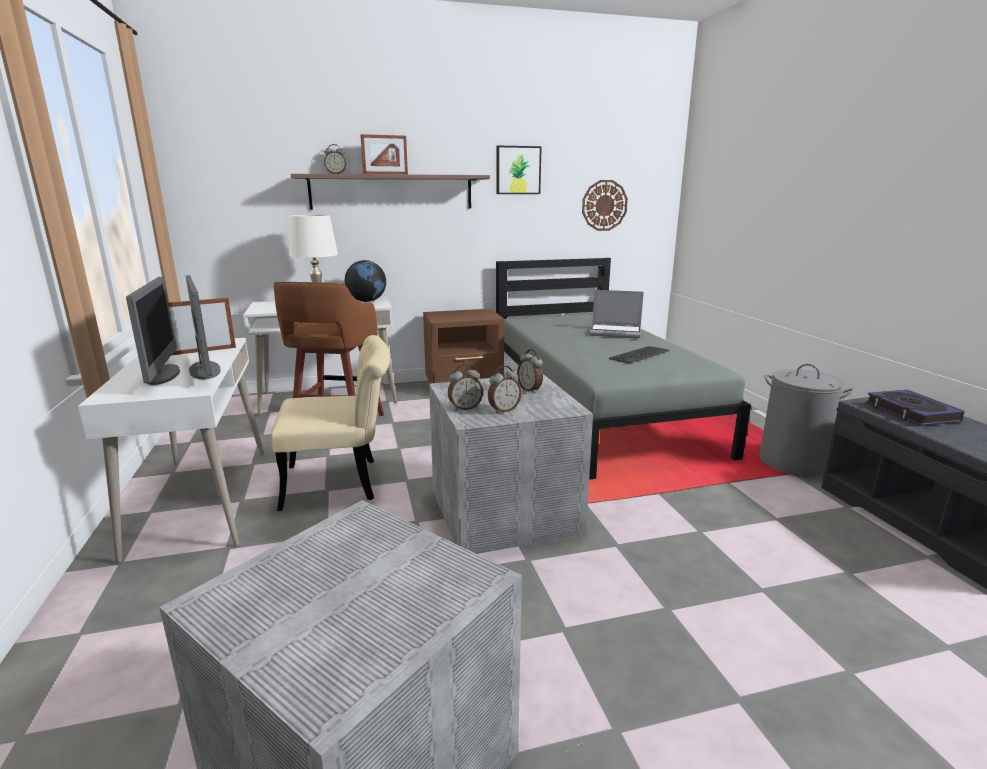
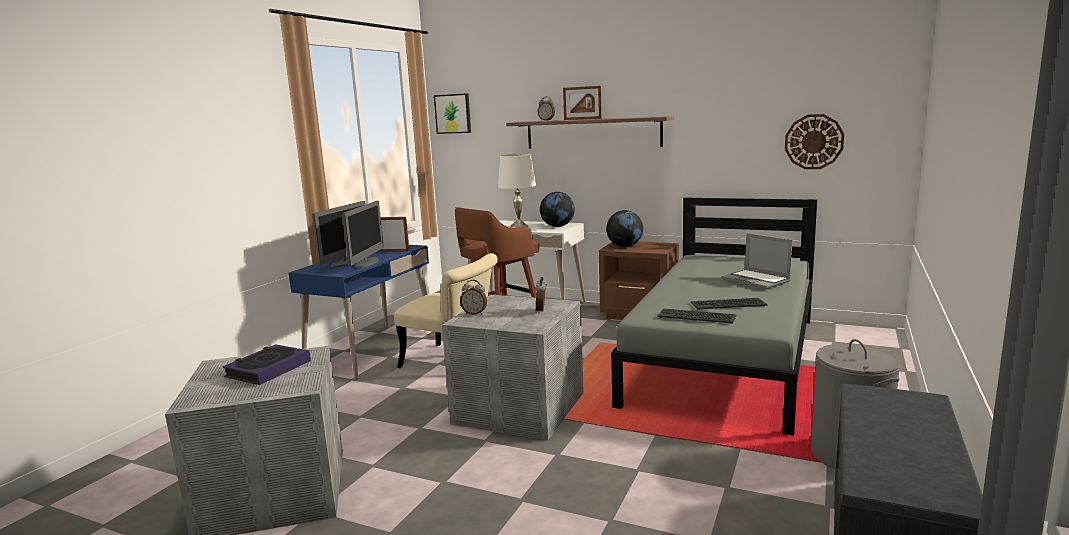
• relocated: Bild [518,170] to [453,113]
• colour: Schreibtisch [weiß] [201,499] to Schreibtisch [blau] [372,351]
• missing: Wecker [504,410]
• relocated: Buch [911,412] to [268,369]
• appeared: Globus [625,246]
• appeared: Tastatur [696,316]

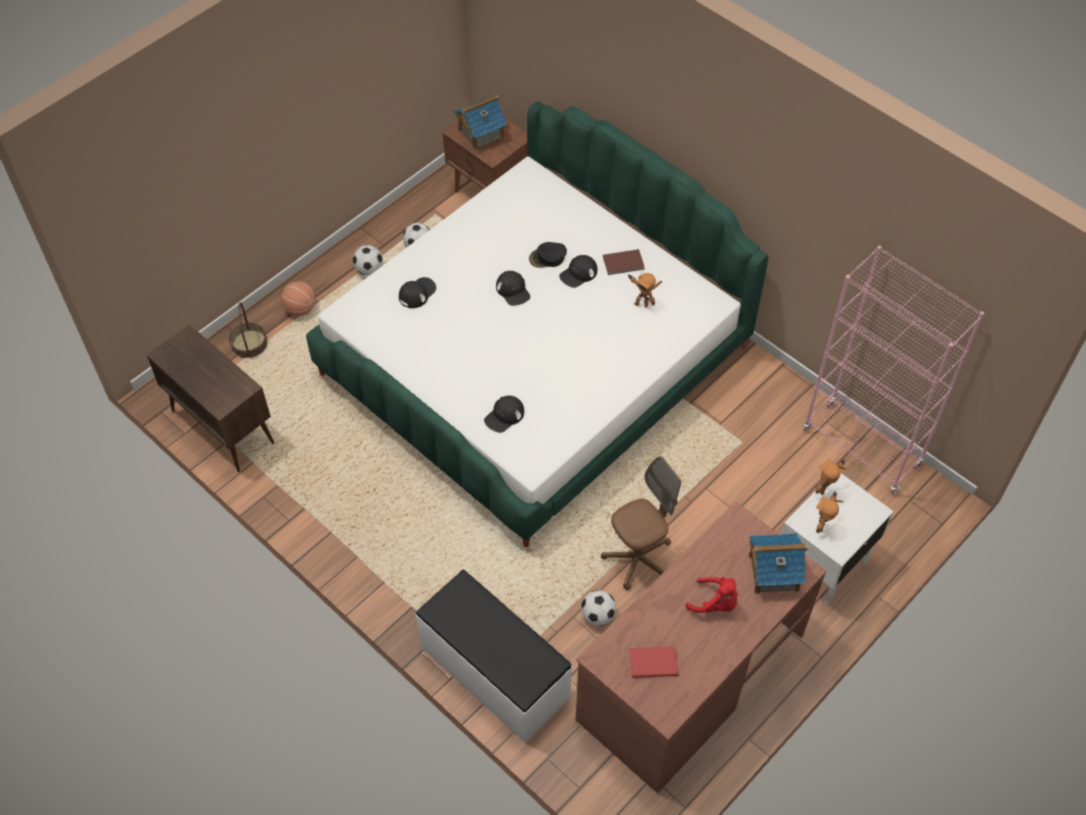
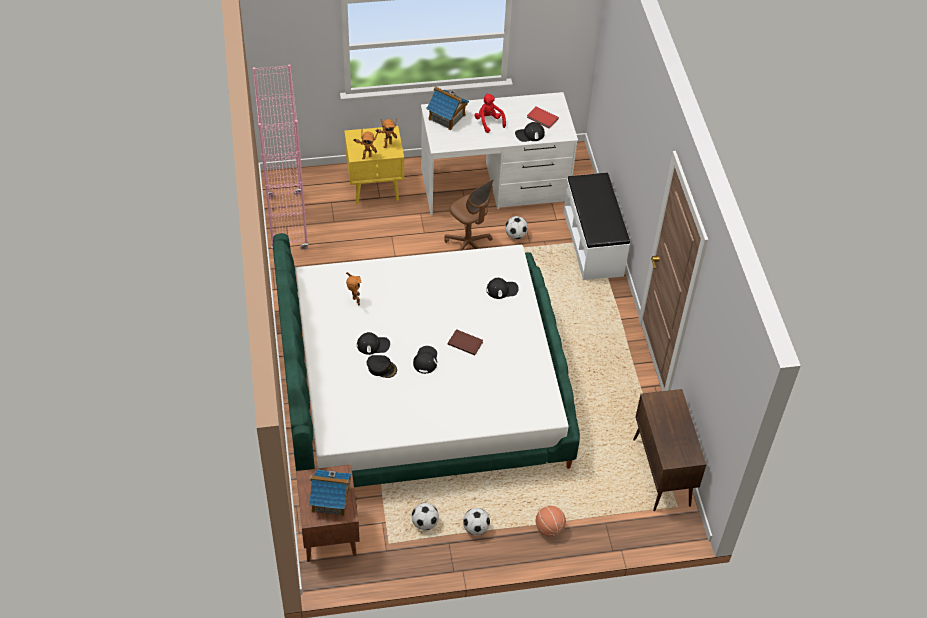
• relocated: Buch [braun] [624,263] to [465,342]
• relocated: Kappe [schwarz] [417,293] to [529,134]
• missing: Korb [249,344]
• spun: Bürostuhl [braun] [638,559] = [468,246] 135 degrees counterclockwise
• colour: Nachttisch [weiß] [821,565] to Nachttisch [gelb] [376,188]
• colour: Schreibtisch [braun] [689,676] to Schreibtisch [weiß] [495,185]

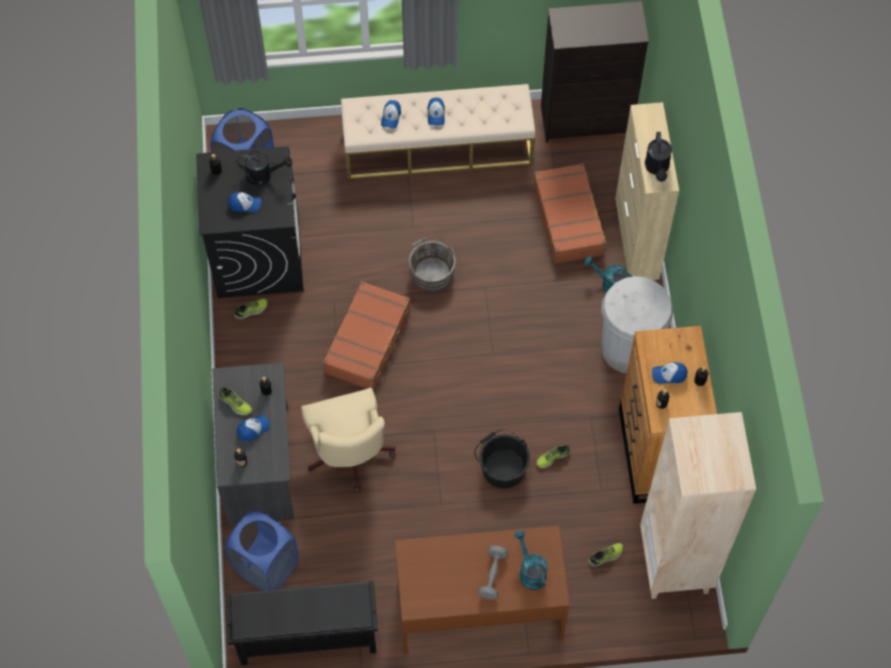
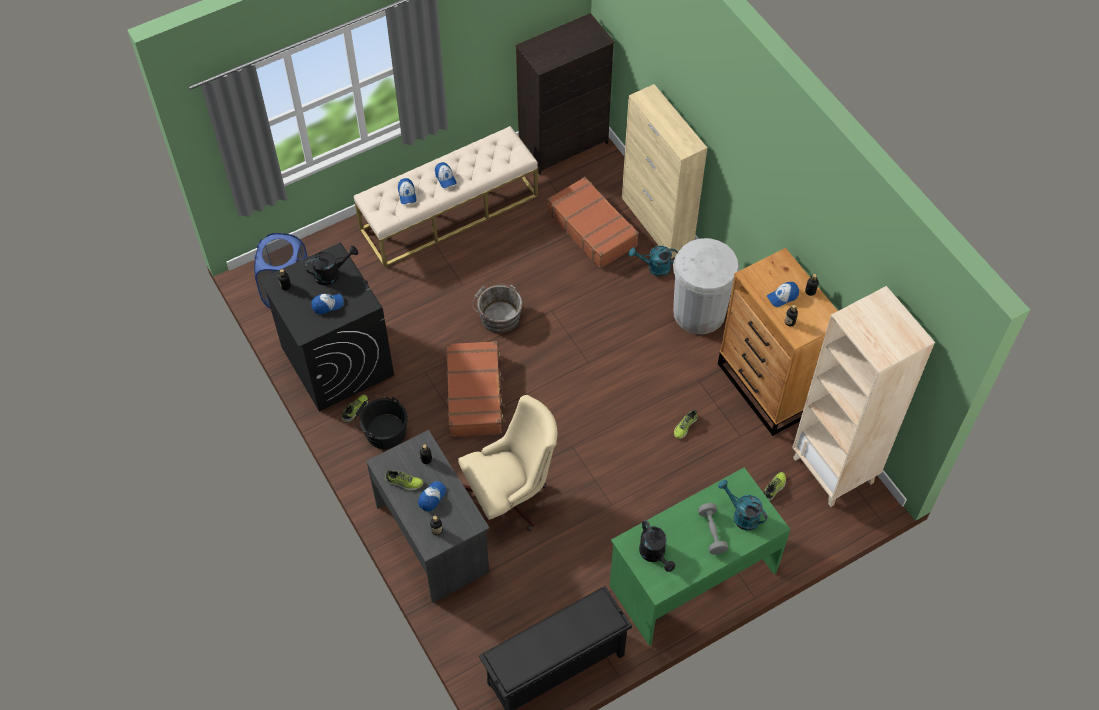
• relocated: Gießkanne [schwarz] [657,168] to [654,554]
• spun: Bürostuhl [beige] [350,457] = [510,498] 75 degrees counterclockwise
• relocated: Eimer [schwarz] [502,466] to [383,430]
• missing: Wäschekorb [blau] [265,566]
• colour: Schreibtisch [braun] [479,607] to Schreibtisch [grün] [692,577]

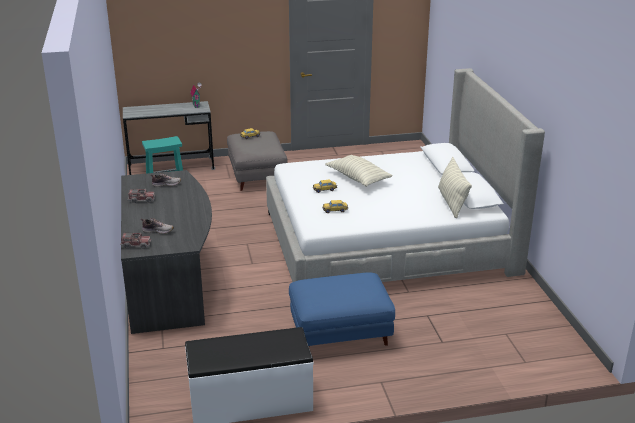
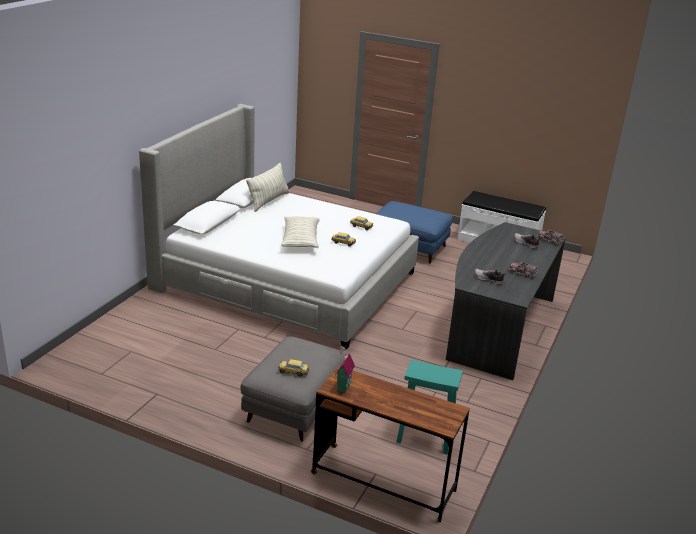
• colour: Schreibtisch [grau] [171,167] to Schreibtisch [braun] [383,482]

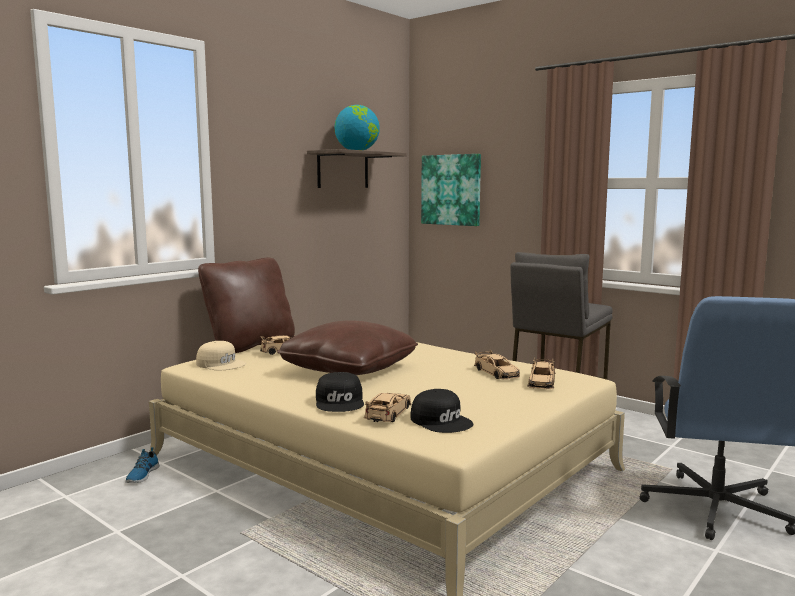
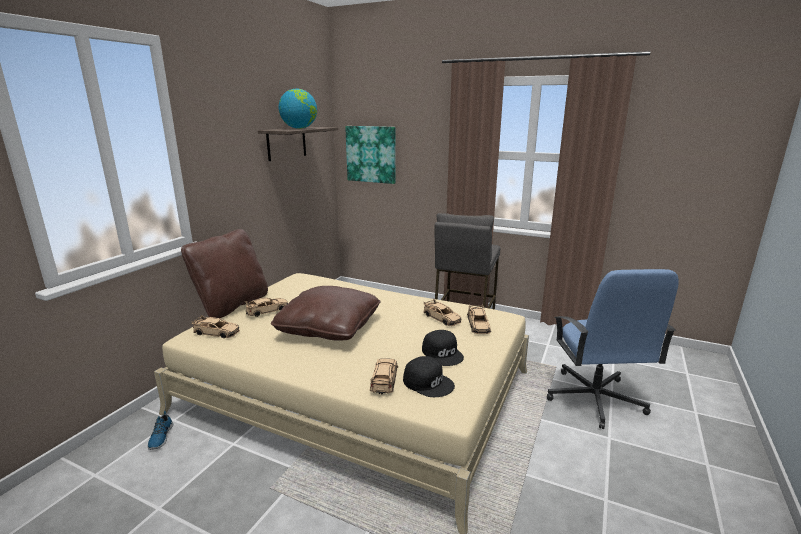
• exchanged: Kappe [beige] [221,364] to Spielzeugauto [beige] [216,332]
• relocated: Kappe [schwarz] [340,401] to [443,353]

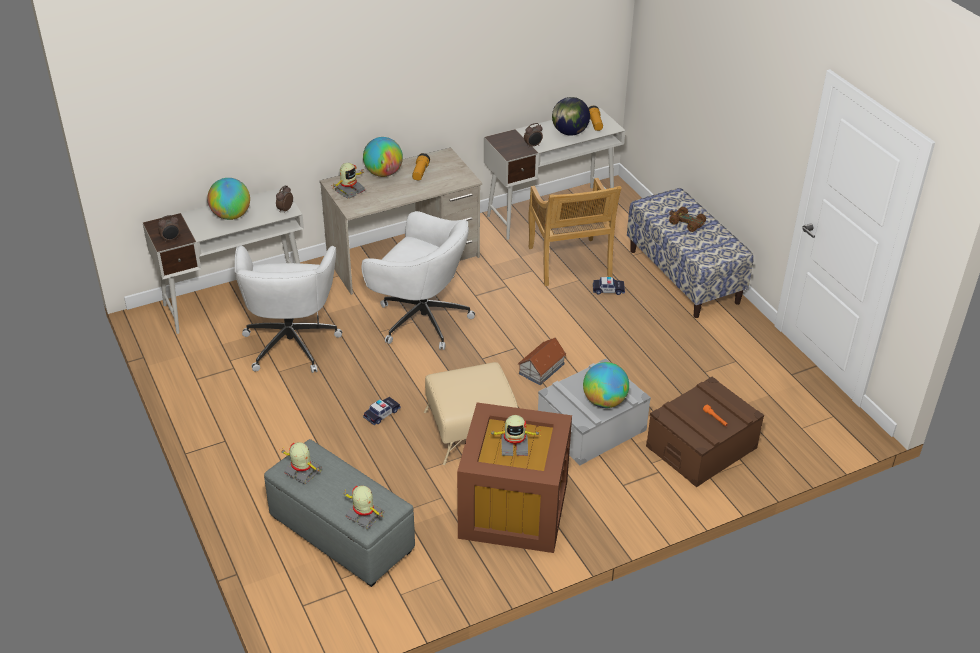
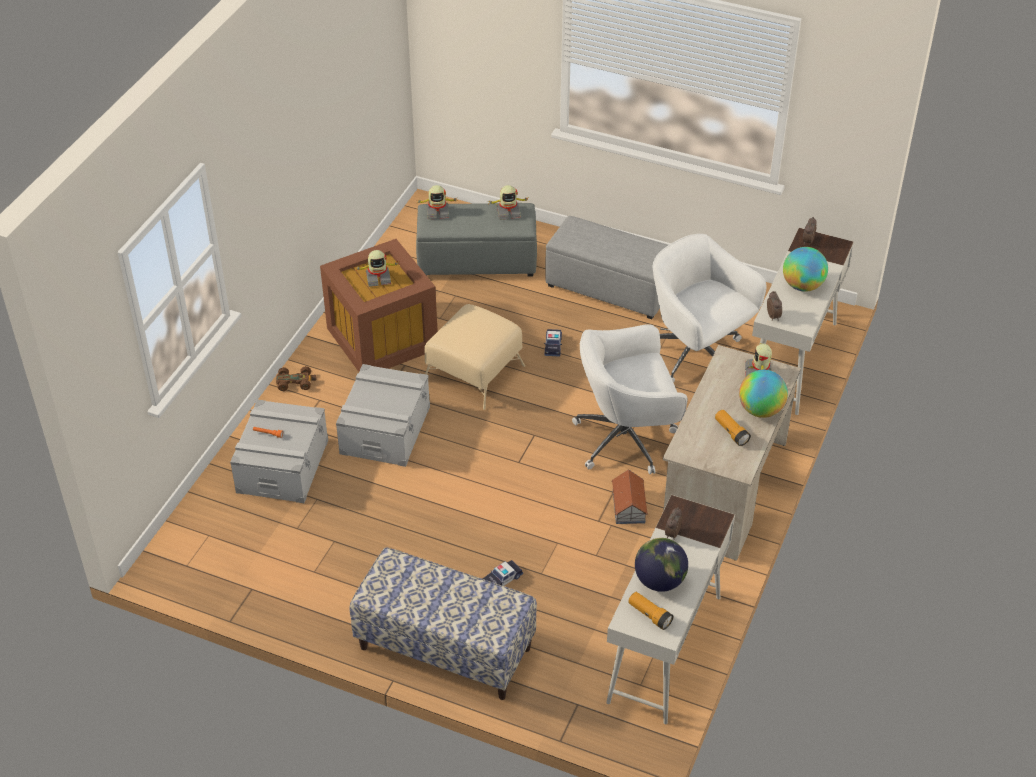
• missing: Stuhl [beige] [569,263]
• relocated: Spielzeugauto [braun] [686,223] to [295,382]
• relocated: Spielzeughaus [542,368] to [628,507]
• missing: Globus [604,401]
• colour: Aufbewahrungsbox [braun] [701,447] to Aufbewahrungsbox [grau] [282,466]
• spun: Spielzeugroboter [514,446] = [378,278] 150 degrees counterclockwise
• appeared: Polsterhocker [grau] [610,288]

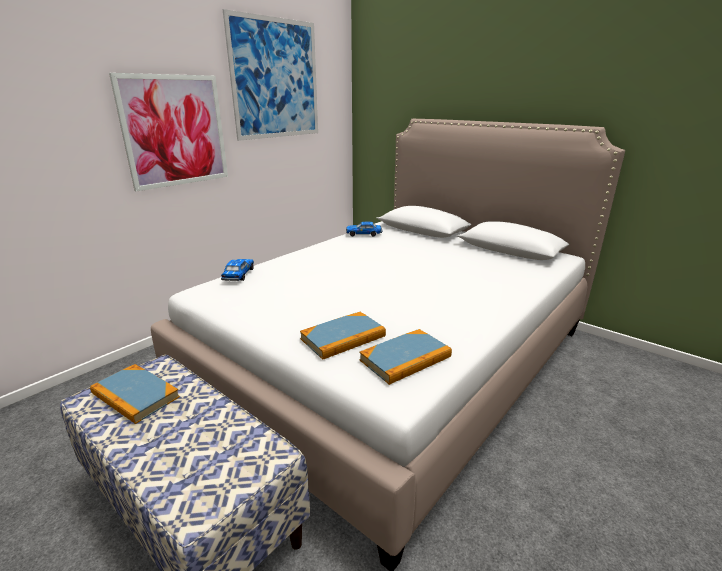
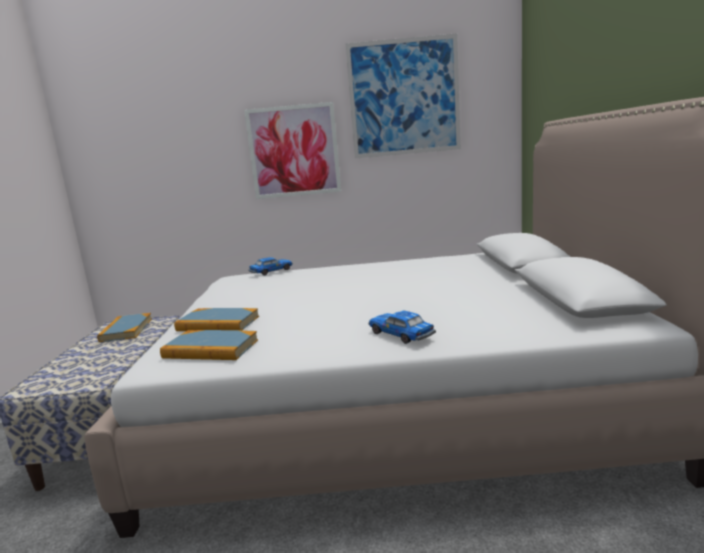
• relocated: Spielzeugauto [364,234] to [401,335]

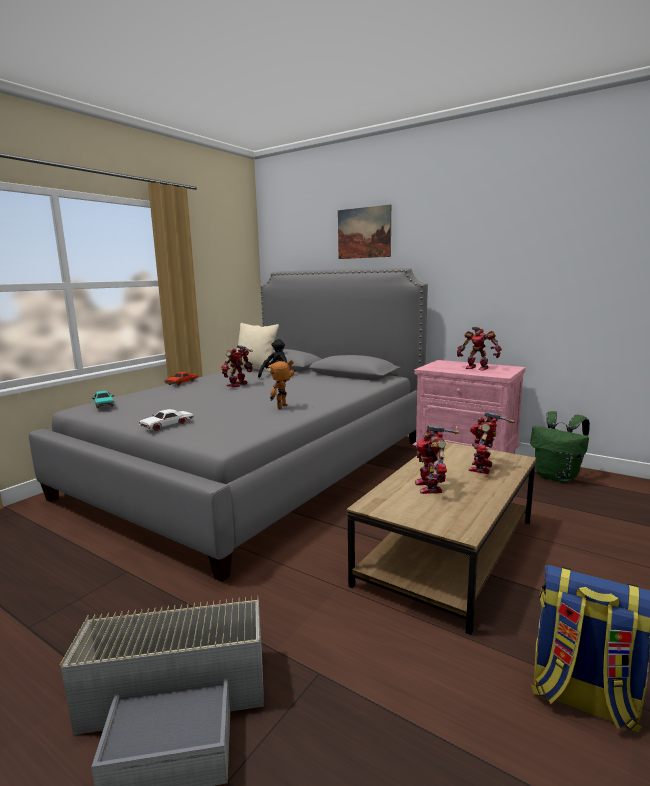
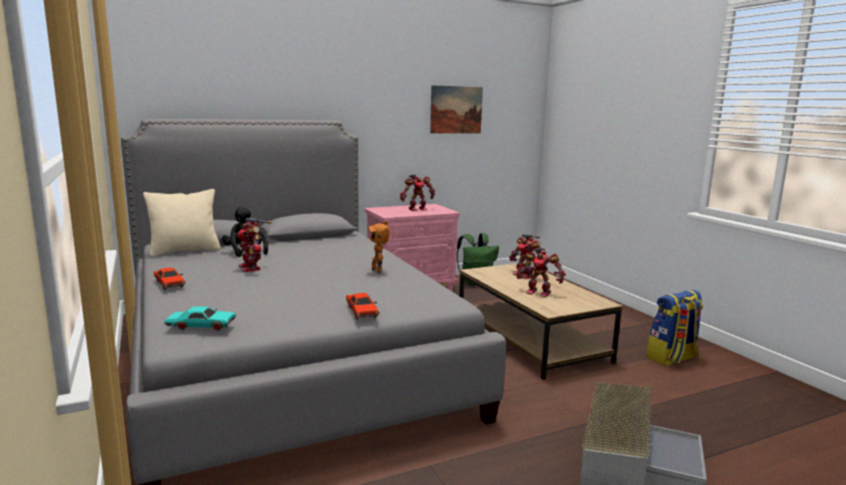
• relocated: Bild [364,233] to [456,110]
• colour: Spielzeugauto [weiß] [167,425] to Spielzeugauto [rot] [361,311]

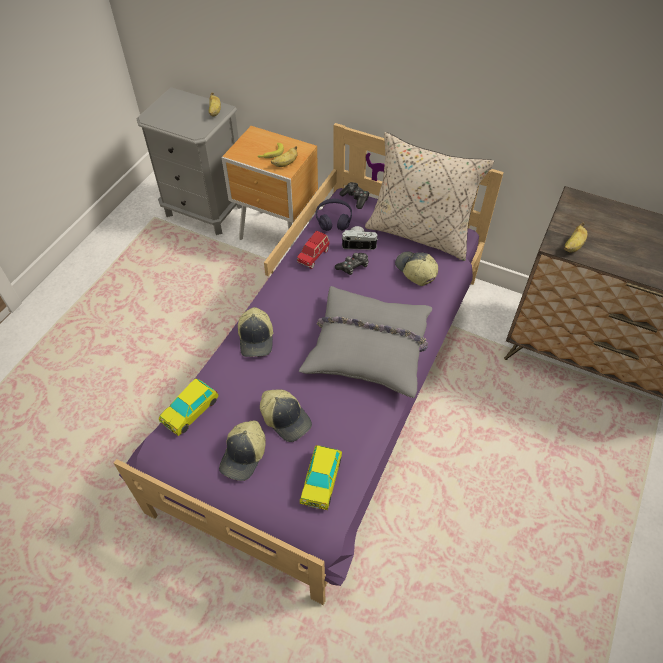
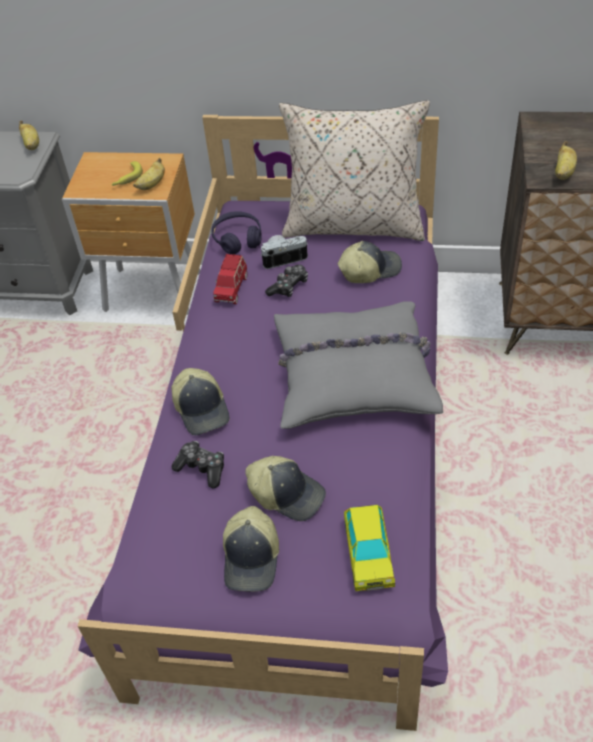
• relocated: Gamepad [355,198] to [202,468]
• spun: Kappe [415,271] = [369,270] 120 degrees clockwise
• missing: Spielzeugauto [190,411]

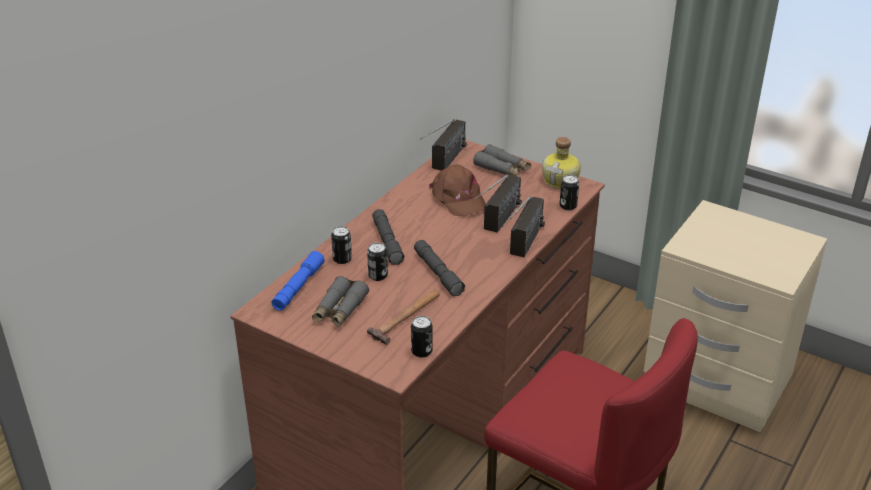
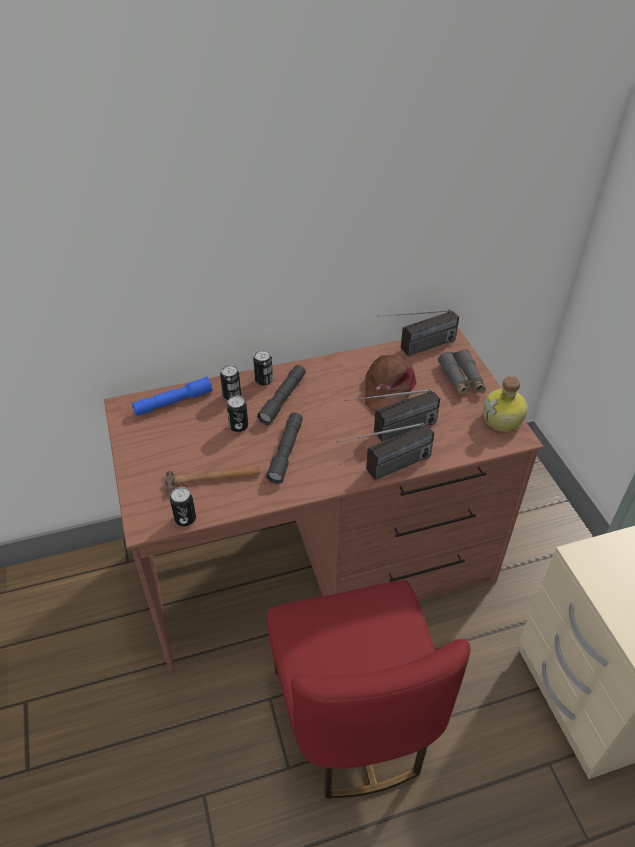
• relocated: Dose [568,206] to [264,380]
• missing: Fernglas [grau] [339,310]

